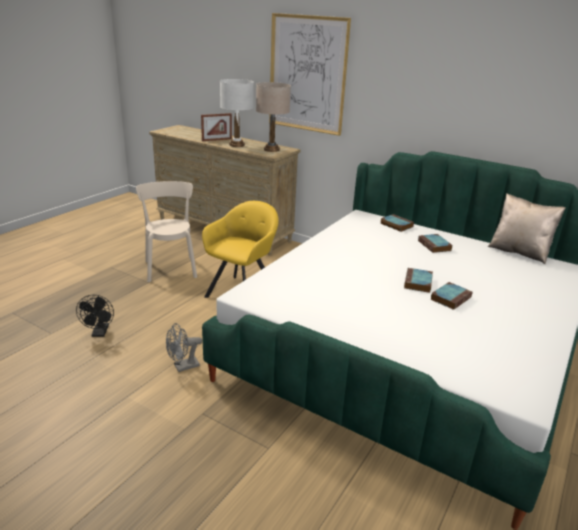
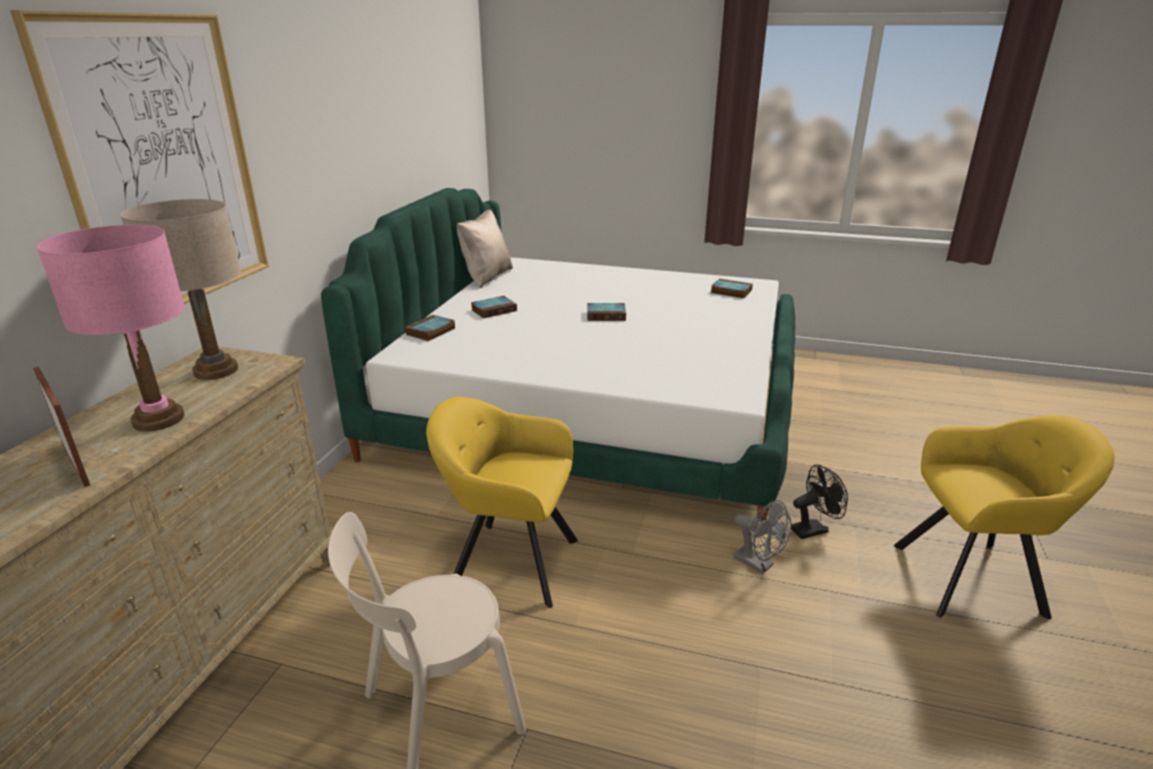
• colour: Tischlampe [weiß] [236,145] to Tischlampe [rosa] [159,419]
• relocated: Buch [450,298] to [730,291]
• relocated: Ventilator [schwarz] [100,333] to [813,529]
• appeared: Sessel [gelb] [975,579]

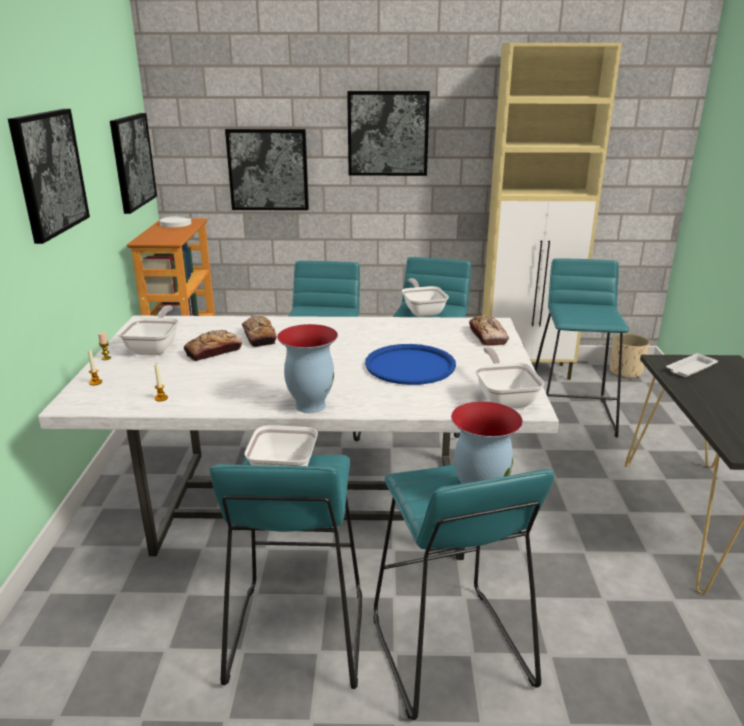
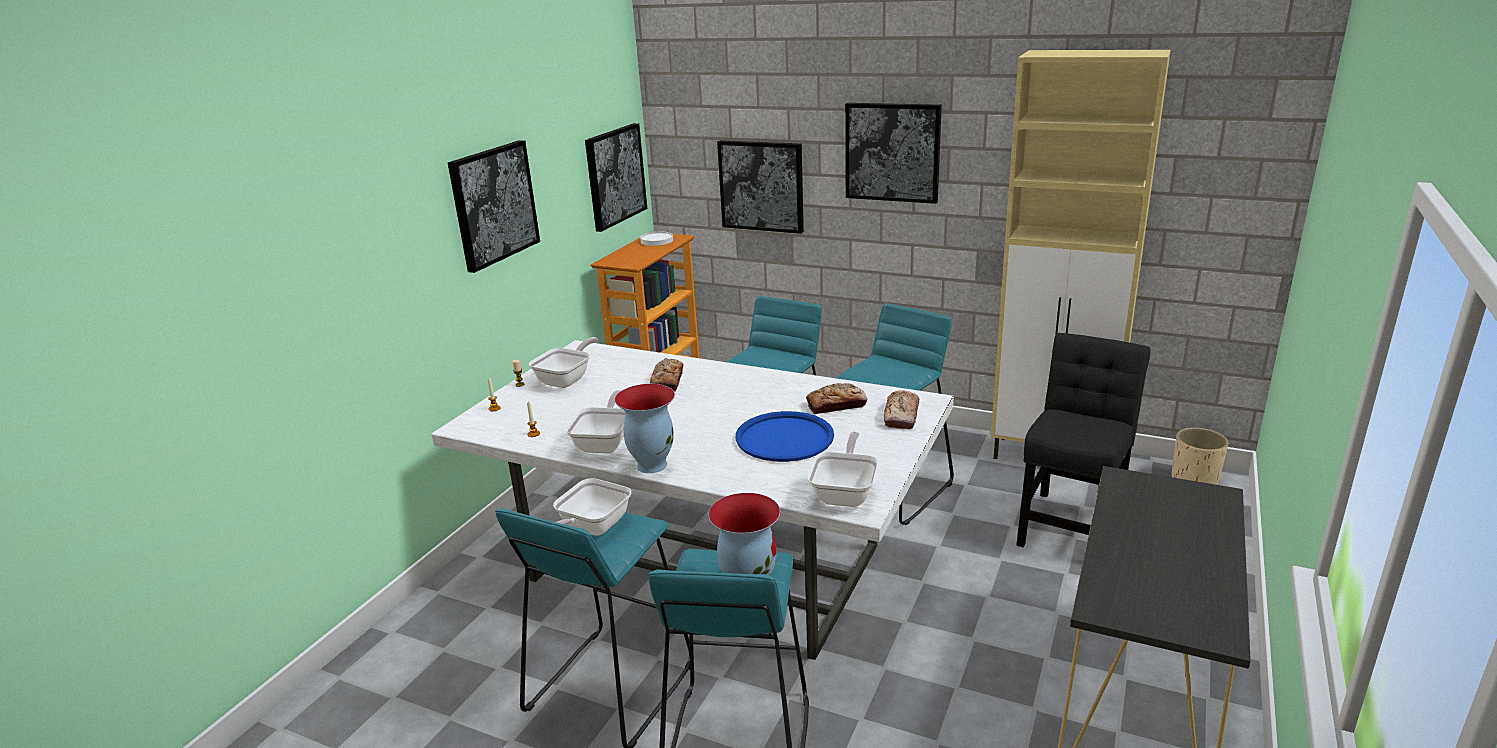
• exchanged: Hocker [türkis] [572,415] to Stuhl [schwarz] [1070,524]
• relocated: Pfanne [423,311] to [605,442]
• relocated: Brot [213,351] to [836,405]
• missing: Tablett [weiß] [690,369]

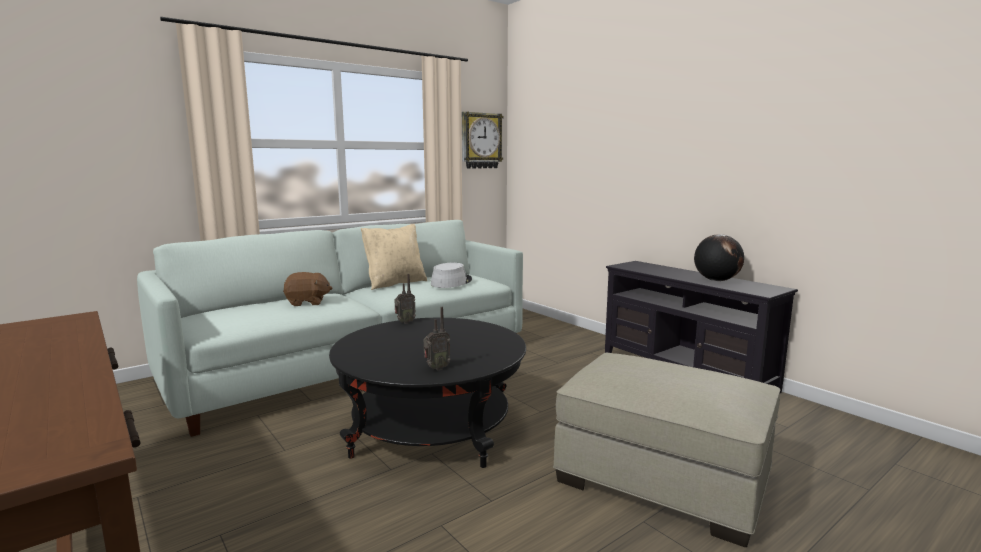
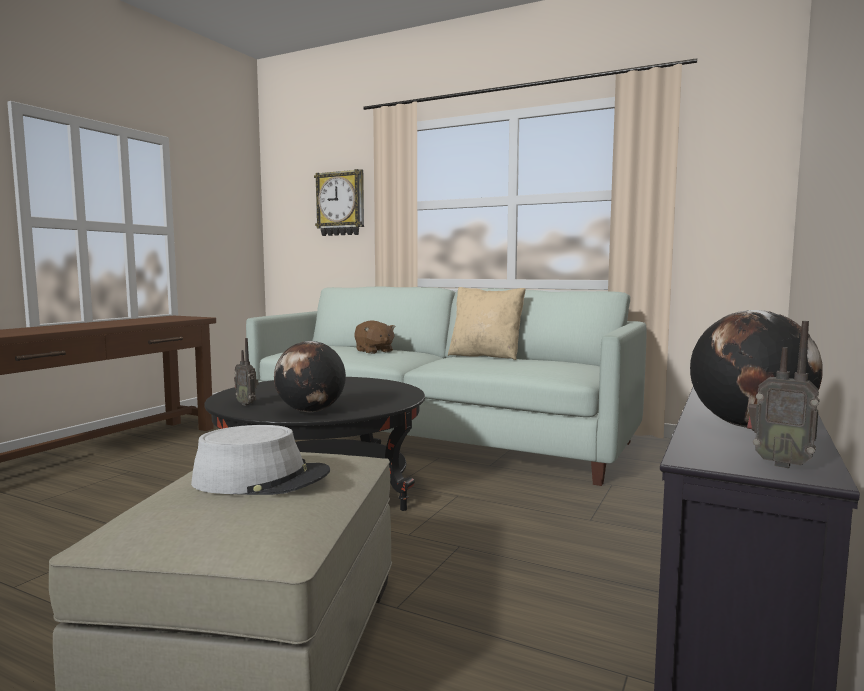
• relocated: Wanduhr [481,141] to [341,203]
• relocated: Hut [grau] [451,282] to [261,479]
• relocated: Radio [404,322] to [779,463]
• appeared: Globus [311,411]

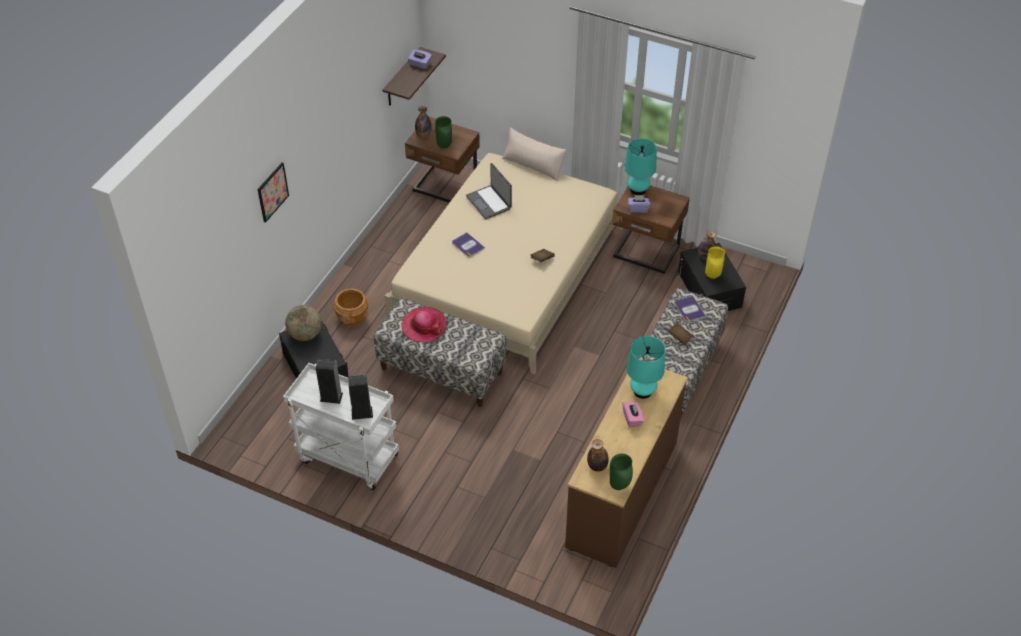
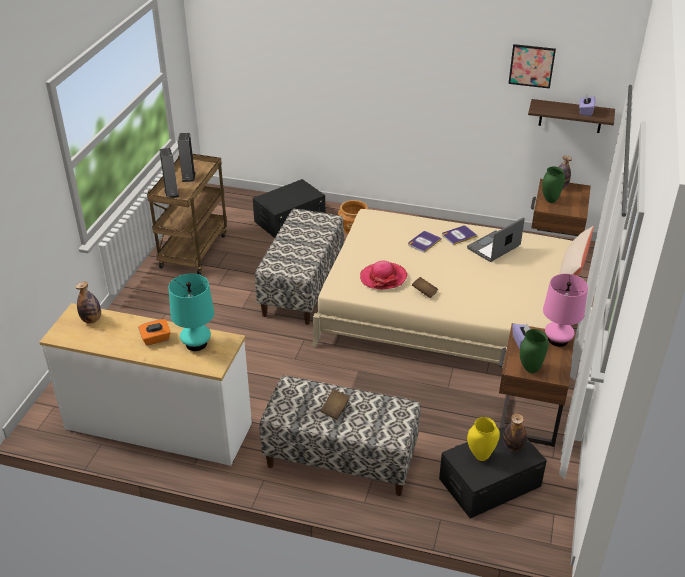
• colour: Tischlampe [türkis] [638,189] to Tischlampe [rosa] [557,340]
• relocated: Bild [272,192] to [531,66]
• relocated: Buch [689,309] to [459,235]
• missing: Globus [305,334]
• relocated: Hut [424,326] to [383,277]
• colour: Rollwagen [weiß] [346,458] to Rollwagen [braun] [193,249]
• colour: Kommode [braun] [623,494] to Kommode [weiß] [158,427]
• colour: Taschentuchbox [rosa] [632,418] to Taschentuchbox [orange] [156,339]
• relocated: Vase [grün] [618,486] to [529,368]

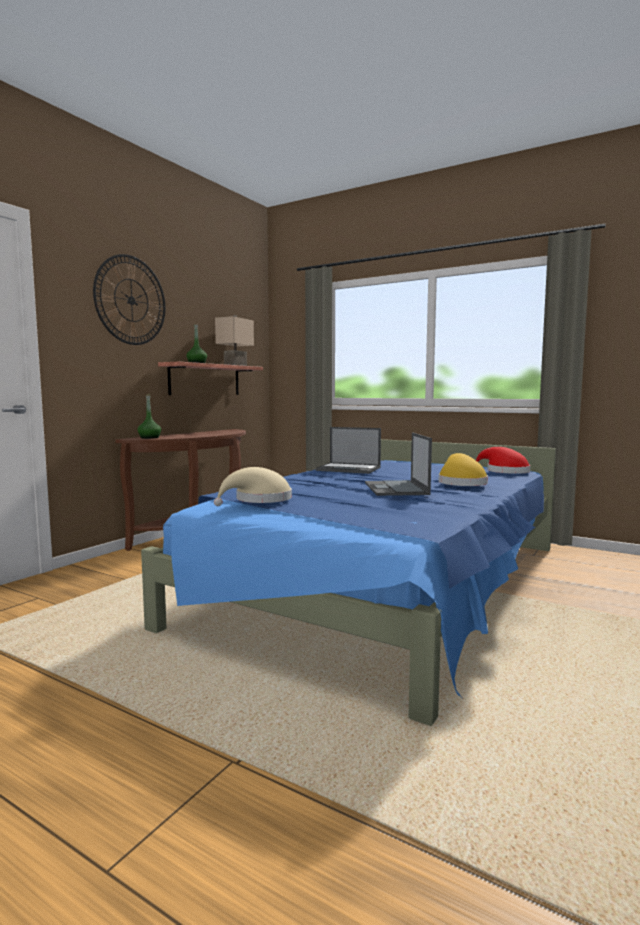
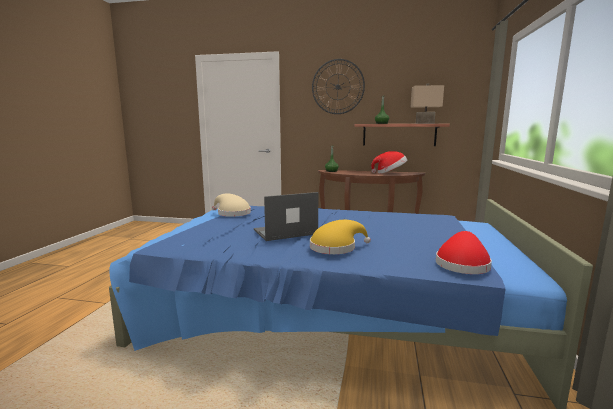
• missing: Laptop [349,469]
• appeared: Hut [390,173]

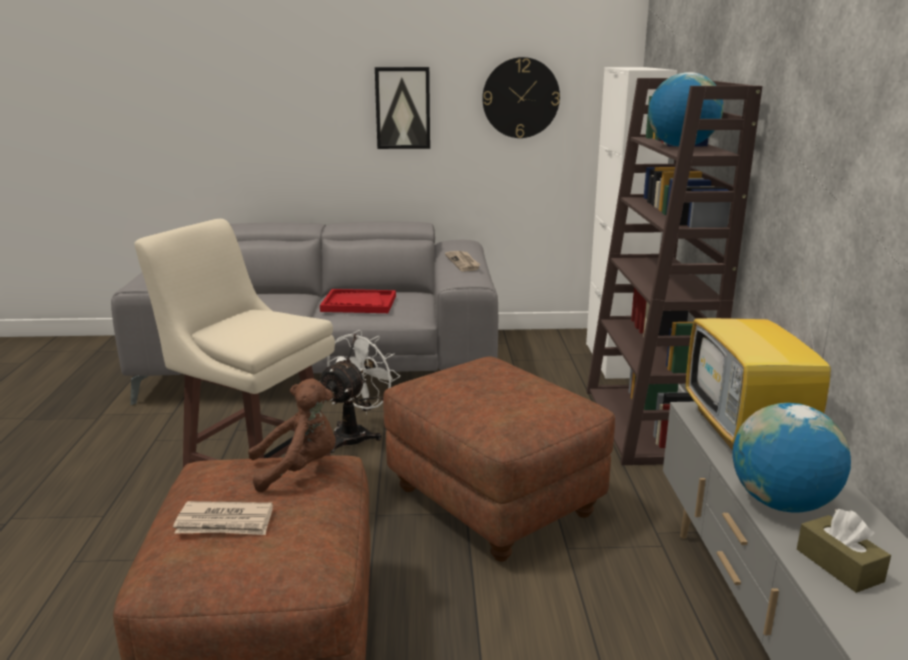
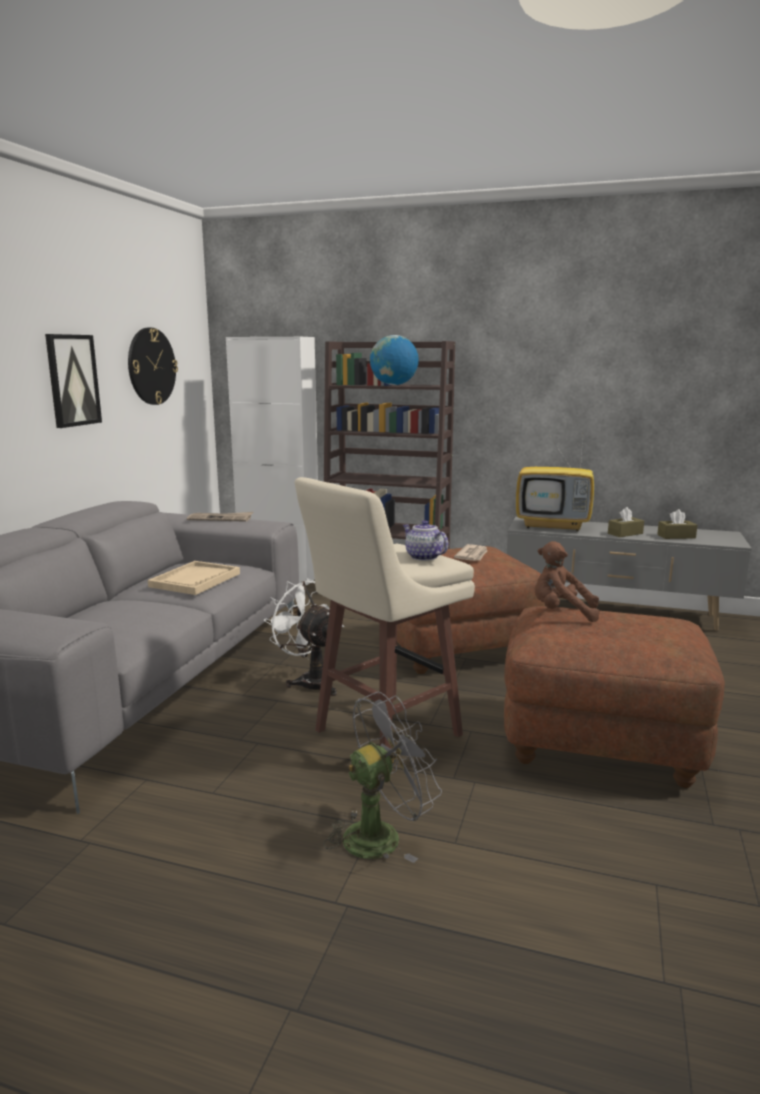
• colour: Tablett [rot] [358,304] to Tablett [beige] [195,580]
• spun: Plüschtier [braun] [299,469] = [561,613] 75 degrees counterclockwise
• exchanged: Globus [781,503] to Taschentuchbox [braun] [625,533]
• relocated: Zeitung [225,522] to [472,555]
• appeared: Teekanne [423,557]
• appeared: Ventilator [grau] [381,834]

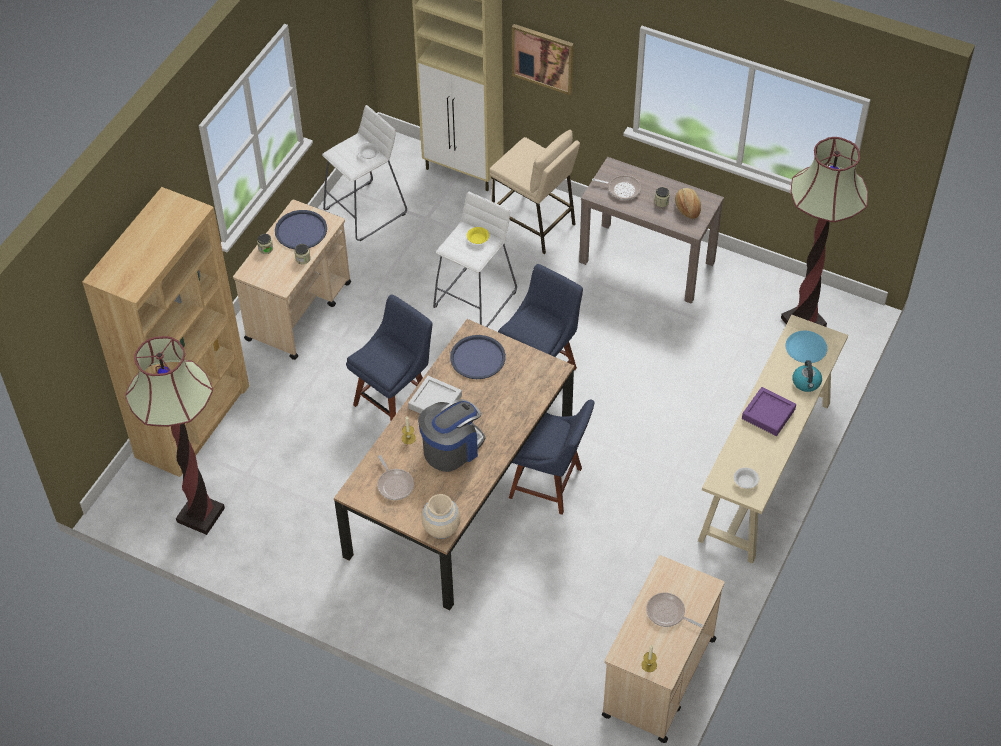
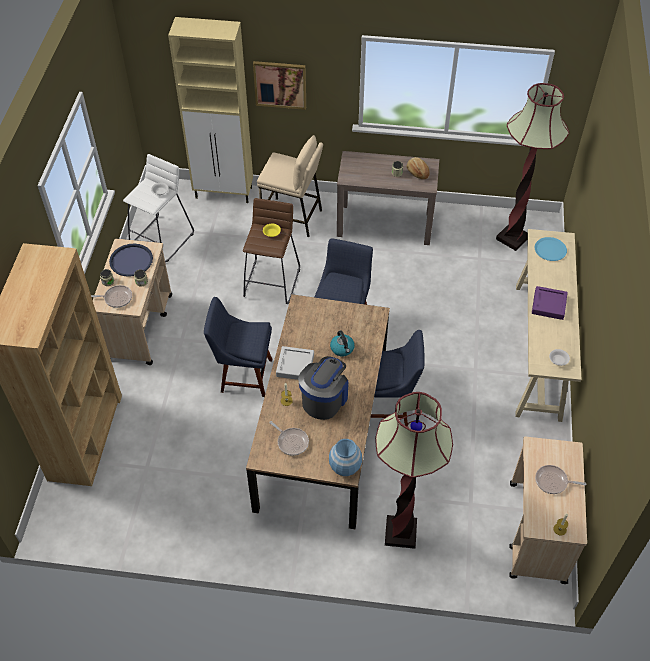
• relocated: Pfanne [622,189] to [116,298]
• colour: Hocker [weiß] [475,299] to Hocker [braun] [272,282]
• spun: Stuhl [blau] [395,401] = [243,375] 105 degrees counterclockwise
• missing: Tablett [blau] [477,358]
• relocated: Stehlampe [200,515] to [400,532]
• relocated: Wasserkessel [806,383] to [342,349]
• colour: Vase [beige] [441,528] to Vase [blau] [345,466]

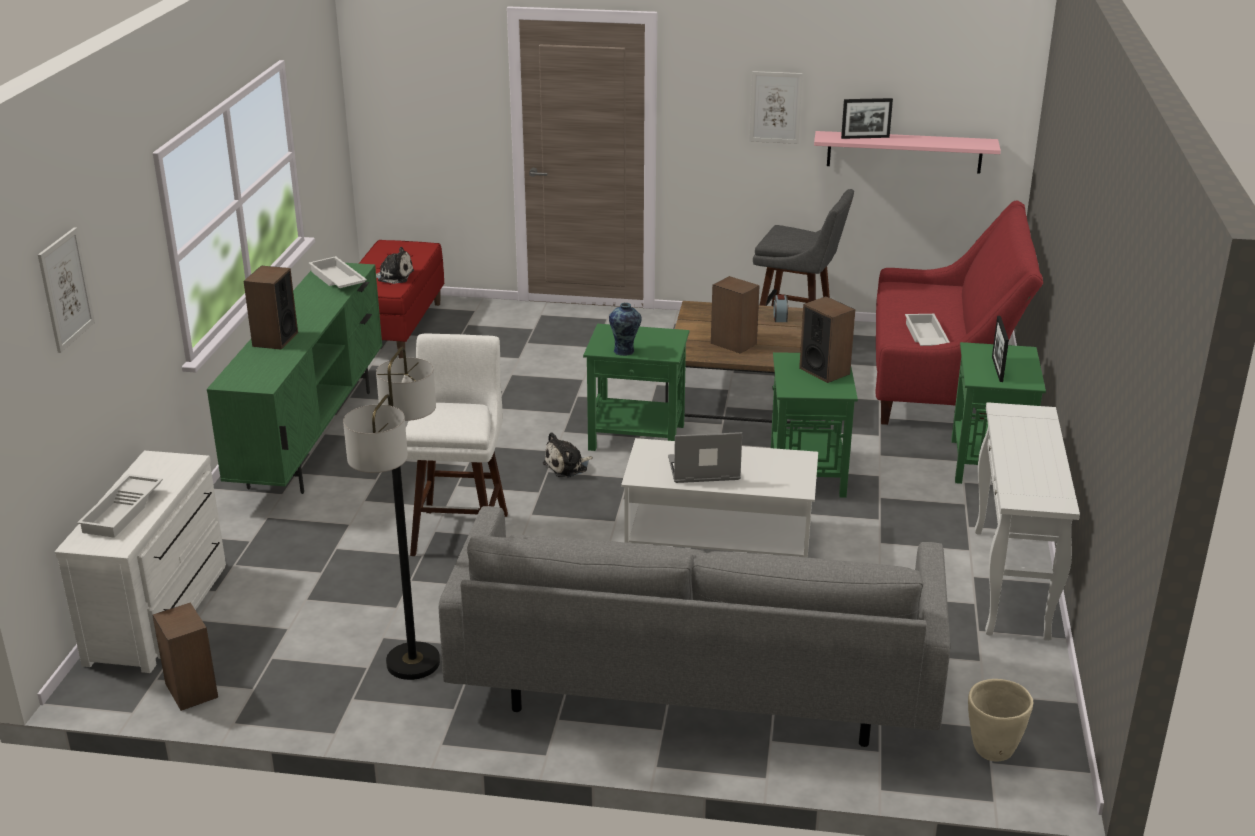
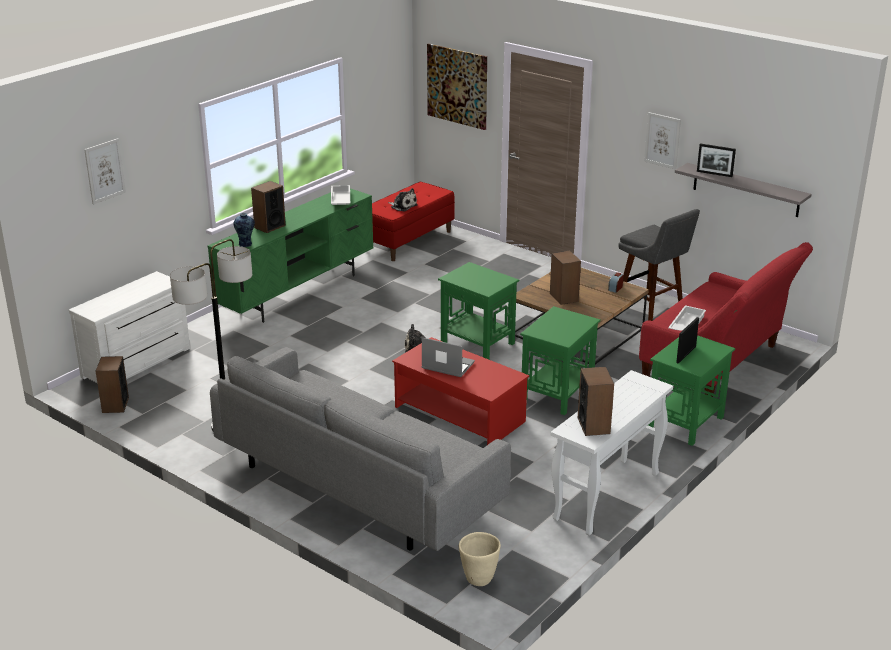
• colour: Wandregal [rosa] [904,152] to Wandregal [grau] [746,190]
• relocated: Lautsprecher [824,371] to [594,425]
• relocated: Vase [625,351] to [245,244]
• missing: Hocker [weiß] [461,531]
• colour: Couchtisch [weiß] [718,537] to Couchtisch [rot] [459,414]
• missing: Tablett [weiß] [123,511]
• appeared: Bild [457,86]

